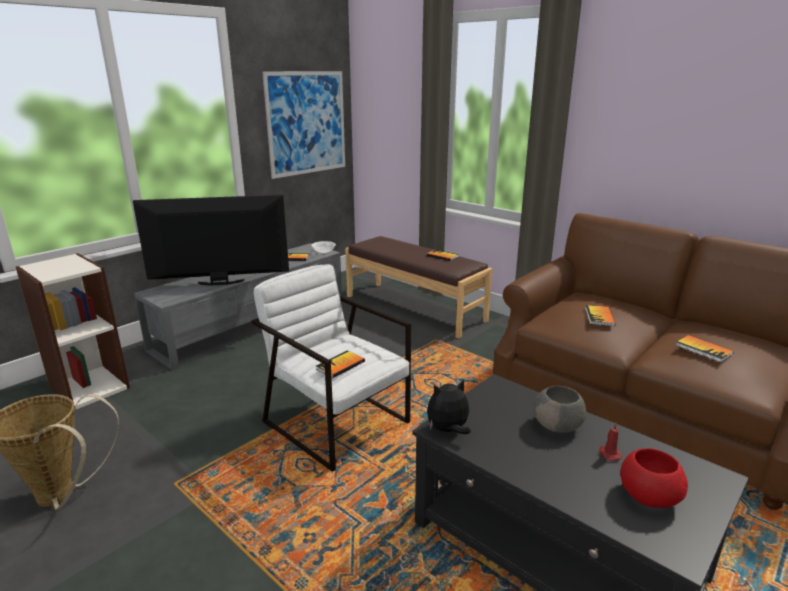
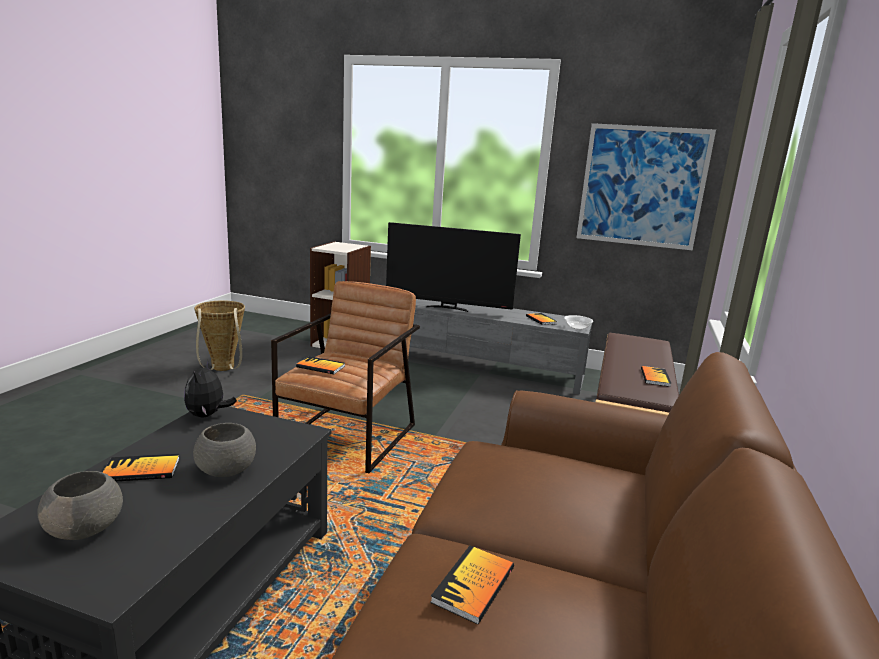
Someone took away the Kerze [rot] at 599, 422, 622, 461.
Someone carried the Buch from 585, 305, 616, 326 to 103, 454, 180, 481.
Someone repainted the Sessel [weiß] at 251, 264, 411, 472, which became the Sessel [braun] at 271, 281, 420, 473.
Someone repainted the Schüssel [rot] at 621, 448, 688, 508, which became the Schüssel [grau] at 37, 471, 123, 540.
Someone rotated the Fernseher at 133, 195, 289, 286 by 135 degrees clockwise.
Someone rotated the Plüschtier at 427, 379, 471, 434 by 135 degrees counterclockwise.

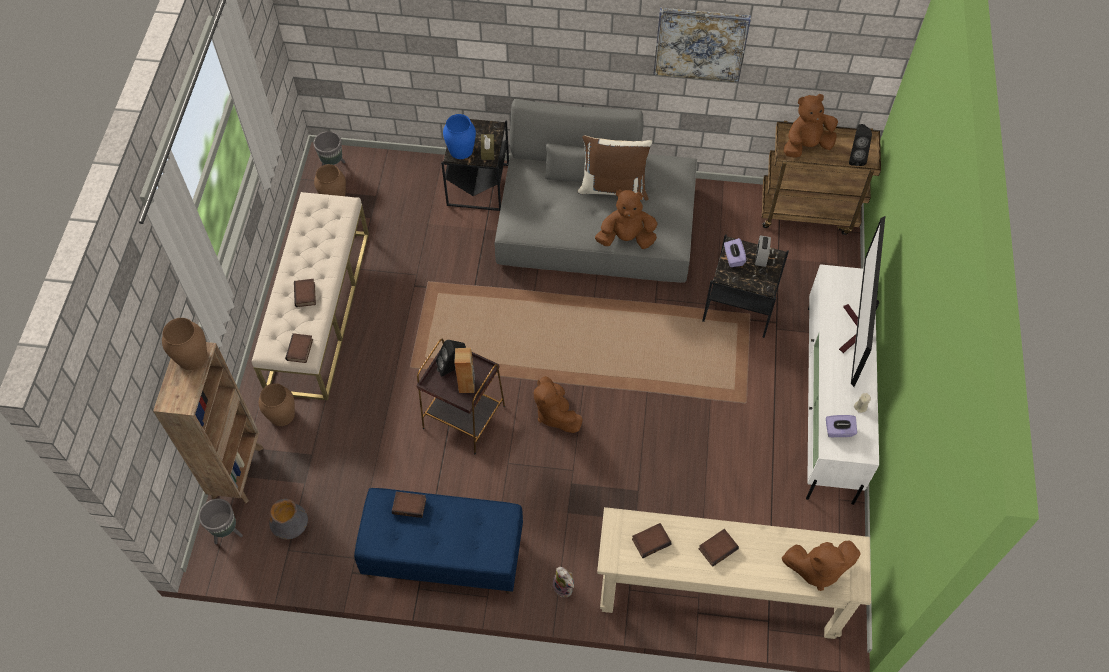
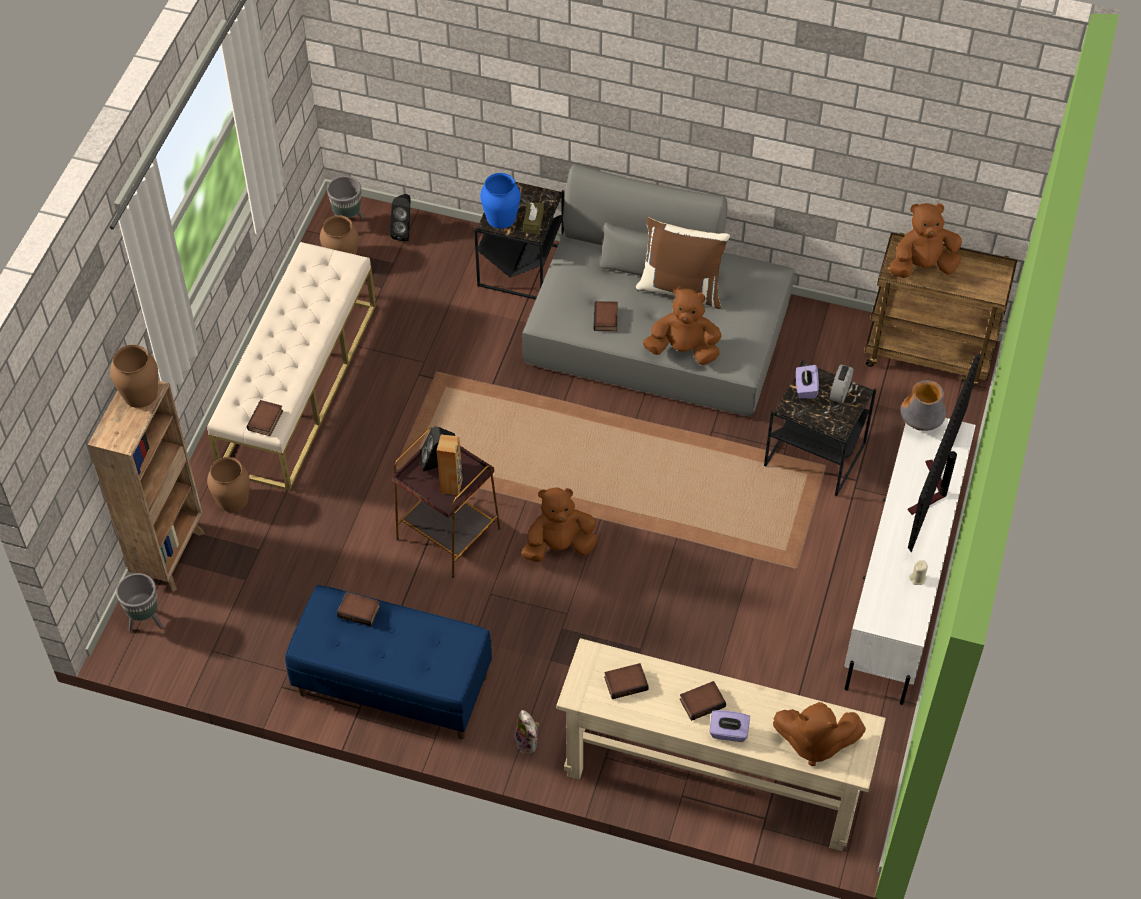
Someone took away the Bild at 653, 8, 751, 82.
Someone carried the Vase from 269, 499, 308, 540 to 901, 380, 946, 431.
Someone carried the Buch from 294, 279, 316, 307 to 593, 301, 618, 331.
Someone carried the Taschentuchbox [lila] from 826, 415, 857, 437 to 709, 710, 750, 742.
Someone carried the Lautsprecher [schwarz] from 849, 124, 872, 166 to 390, 194, 411, 241.
Someone rotated the Plüschtier [braun] at 534, 376, 583, 433 by 90 degrees clockwise.

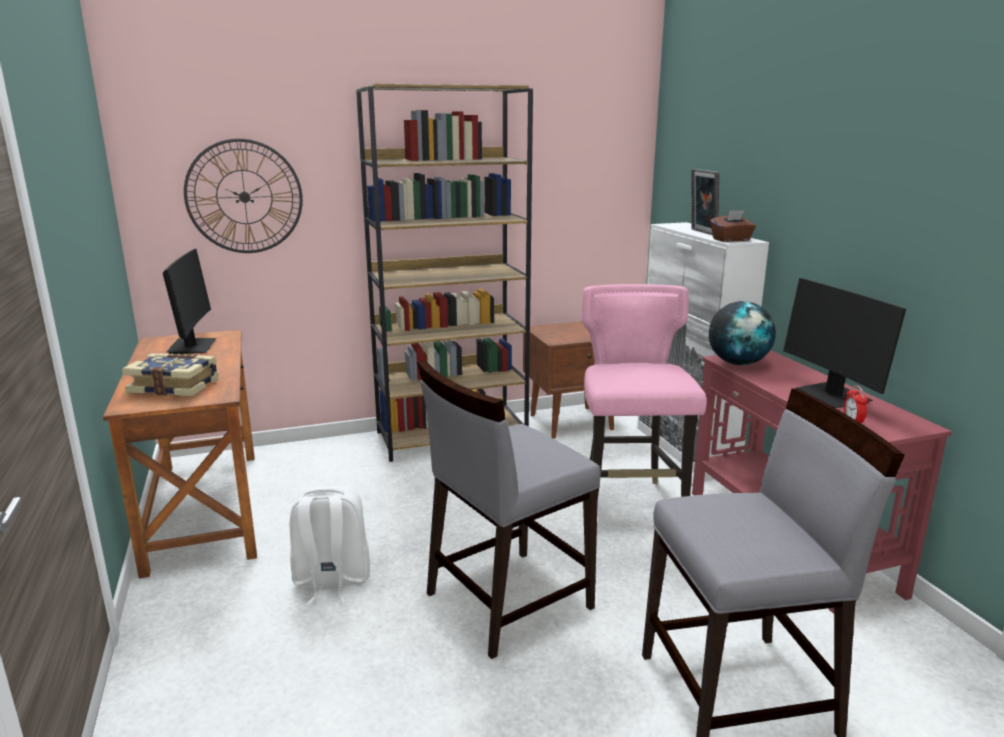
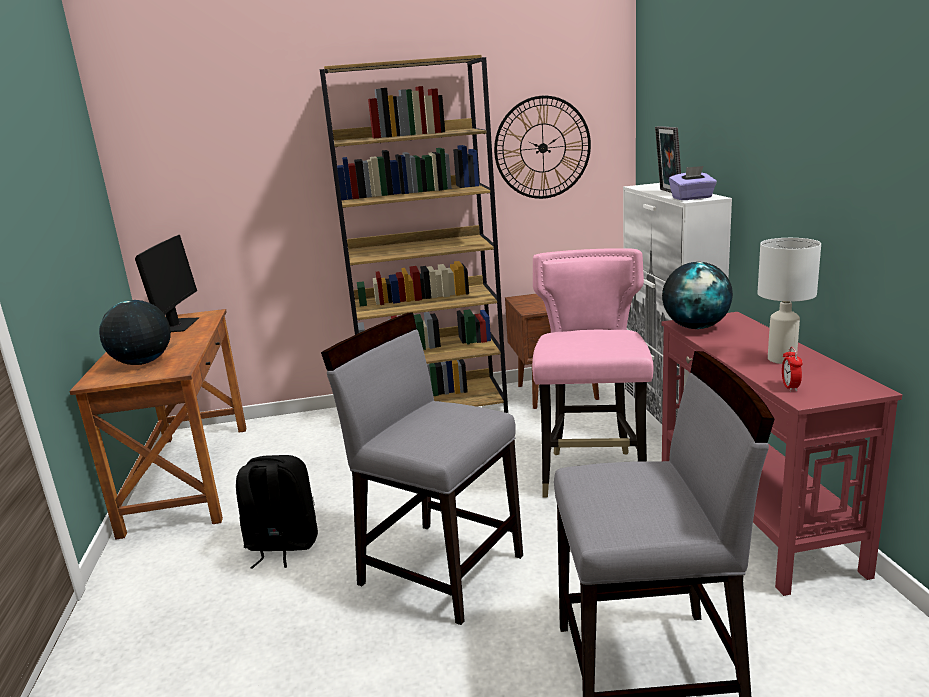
Someone carried the Wanduhr from 184, 139, 303, 253 to 494, 96, 591, 199.
Someone swapped the Buch at 122, 353, 219, 396 for the Globus at 99, 300, 171, 365.
Someone swapped the Monitor at 783, 278, 906, 408 for the Tischlampe [weiß] at 757, 238, 821, 364.
Someone repainted the Rucksack [weiß] at 290, 486, 370, 606, which became the Rucksack [schwarz] at 236, 455, 318, 569.
Someone repainted the Taschentuchbox [braun] at 711, 210, 756, 242, which became the Taschentuchbox [lila] at 669, 166, 717, 200.
Someone rotated the Stuhl [grau] at 417, 360, 601, 659 by 60 degrees clockwise.

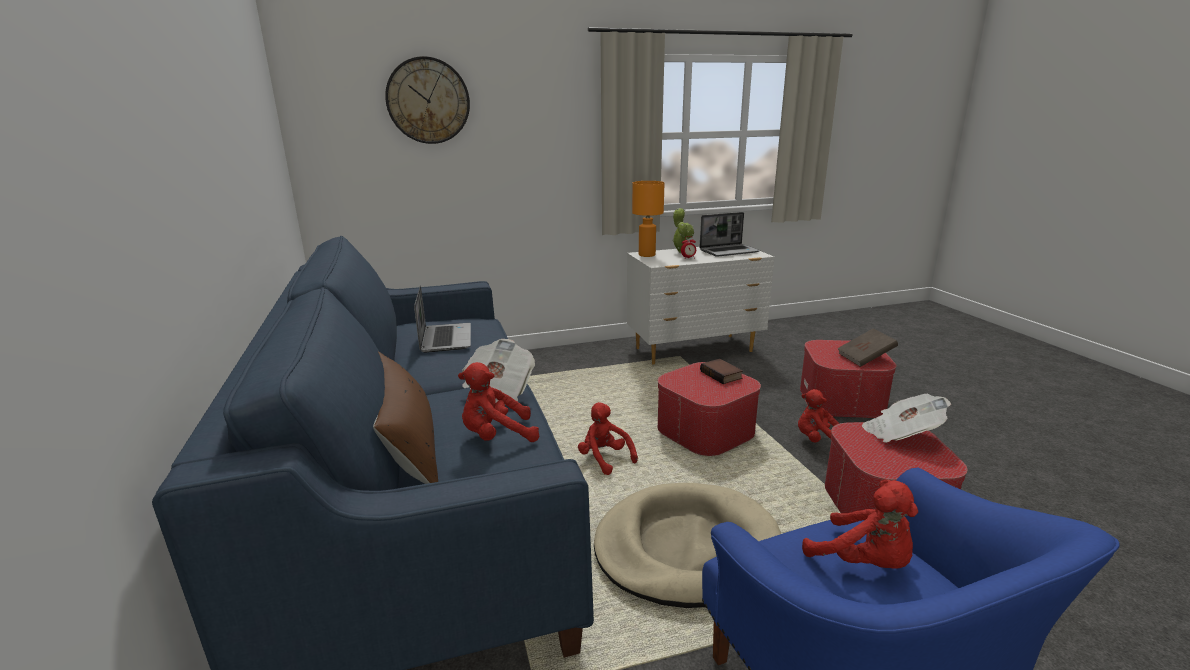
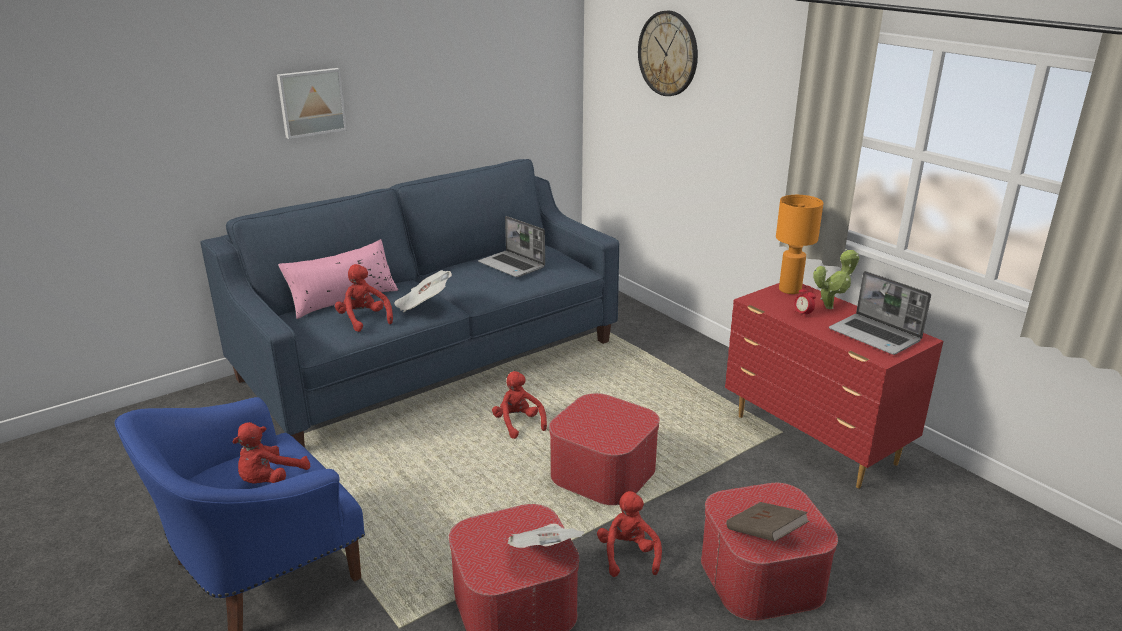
Someone took away the Hundebett [beige] at 594, 483, 781, 608.
Someone took away the Buch at 700, 359, 743, 384.
Someone put up the Bild at 277, 68, 347, 139.
Someone repainted the Kissen [braun] at 373, 351, 438, 484, which became the Kissen [rosa] at 278, 239, 398, 319.
Someone repainted the Kommode [weiß] at 627, 247, 775, 365, which became the Kommode [rot] at 725, 283, 943, 488.
Someone rotated the Laptop at 414, 285, 471, 353 by 75 degrees clockwise.
Someone rotated the Plüschtier [rot] at 578, 402, 638, 475 by 60 degrees counterclockwise.

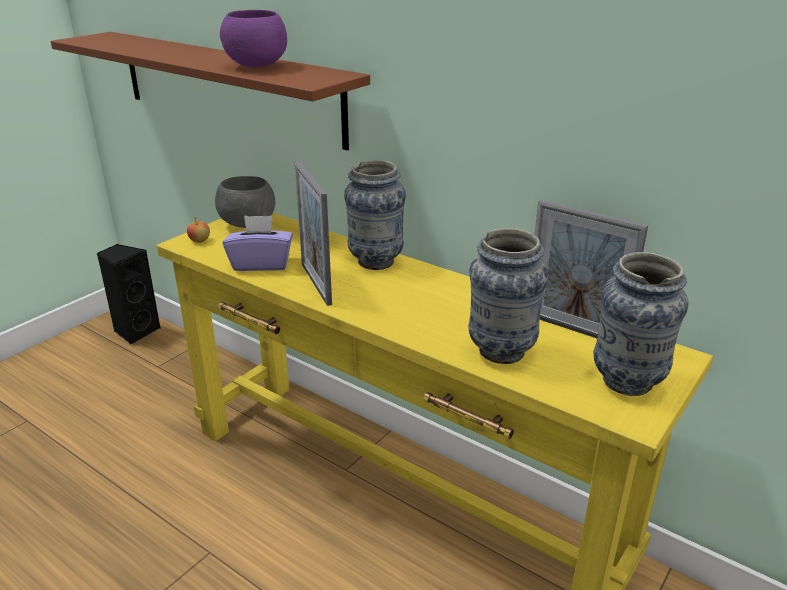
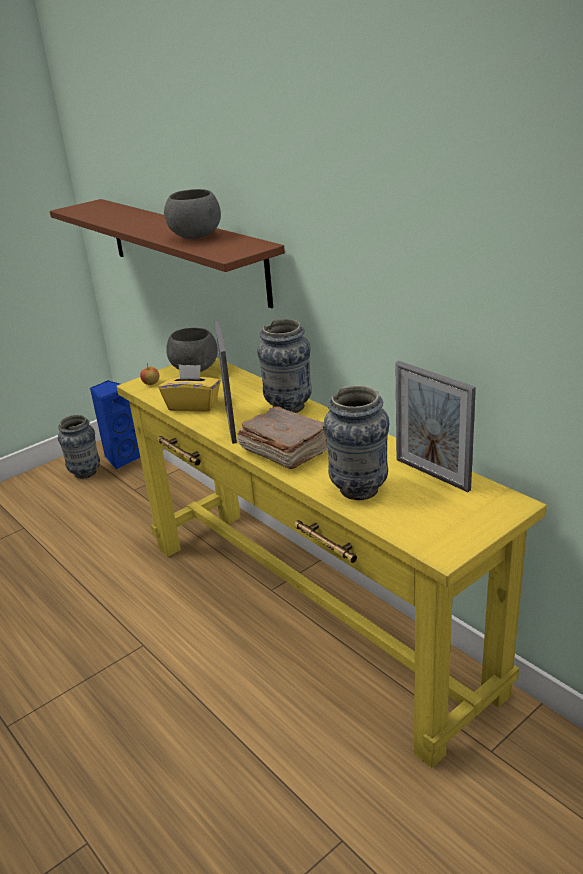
Someone put down the Buch [braun] at 237, 406, 328, 469.
Someone carried the Vase from 593, 252, 688, 396 to 58, 415, 100, 479.
Someone repainted the Lautsprecher [schwarz] at 97, 244, 161, 345, which became the Lautsprecher [blau] at 90, 380, 140, 469.
Someone repainted the Schüssel [lila] at 220, 10, 287, 68, which became the Schüssel [grau] at 164, 189, 221, 239.
Someone repainted the Taschentuchbox [lila] at 223, 215, 293, 271, which became the Taschentuchbox [gelb] at 159, 364, 220, 412.

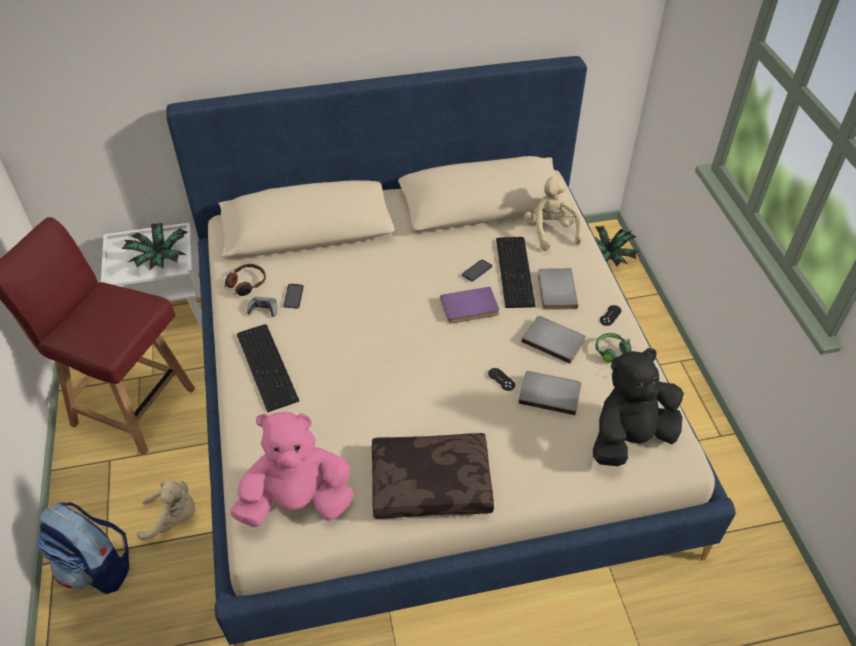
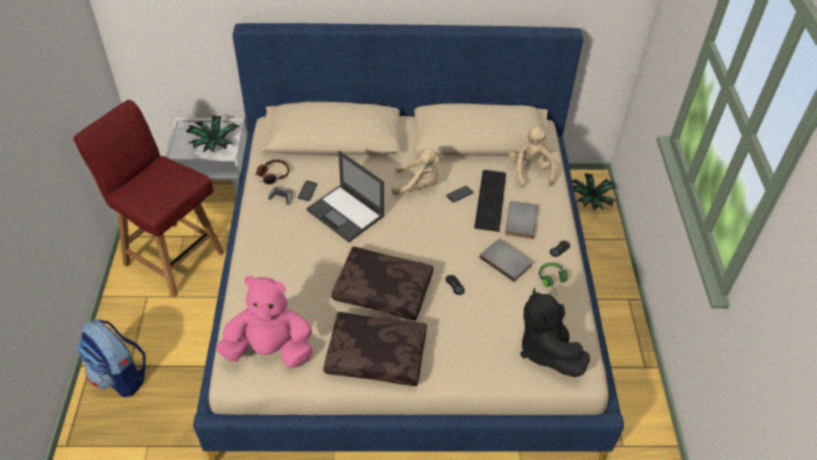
Someone took away the Tastatur at 237, 324, 299, 412.
Someone took away the Buch [lila] at 440, 287, 499, 323.
Someone took away the Buch [grau] at 519, 371, 581, 415.
Someone put down the Laptop at 306, 151, 384, 242.
Someone put down the Kissen [braun] at 331, 247, 434, 321.
Someone carried the Plüschtier [beige] from 136, 481, 195, 540 to 392, 148, 439, 195.
Someone rotated the Plüschtier [schwarz] at 593, 348, 684, 466 by 90 degrees counterclockwise.

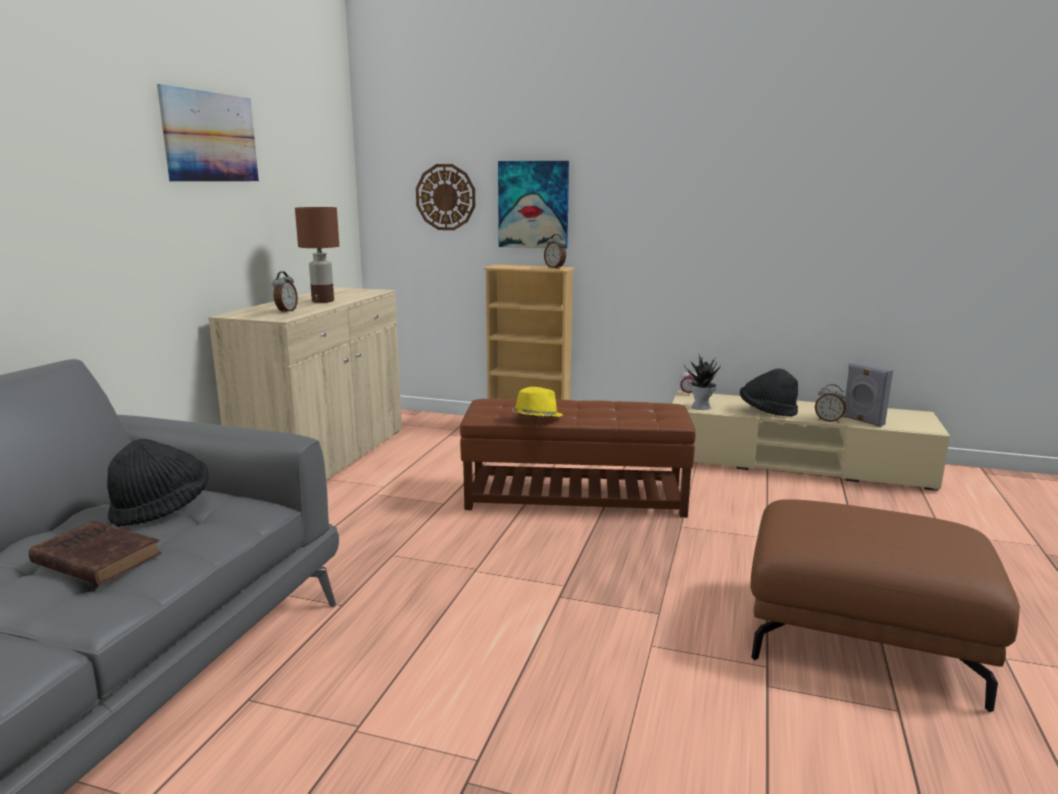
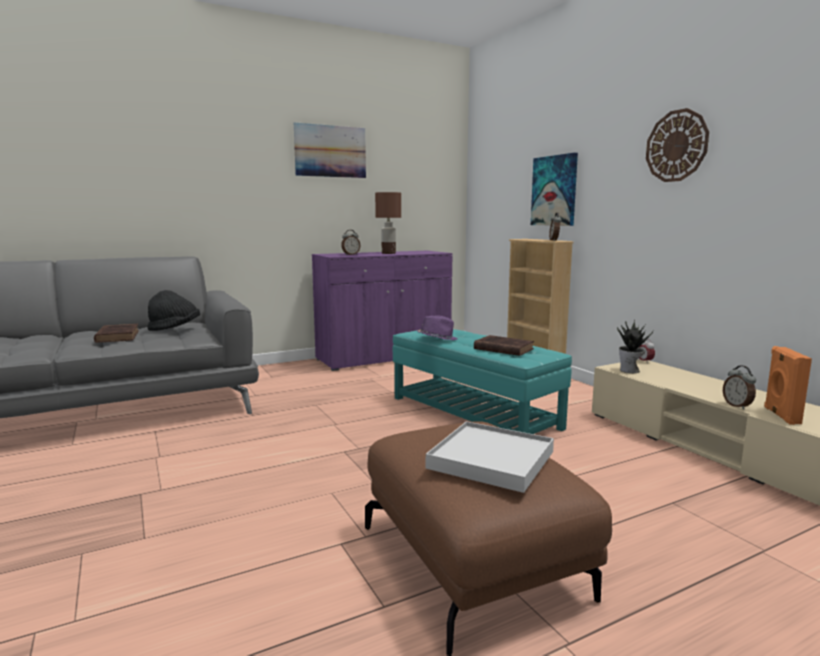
Someone took away the Hut [schwarz] at 740, 368, 798, 417.
Someone put down the Tablett [weiß] at 426, 421, 554, 493.
Someone put down the Buch [braun] at 474, 335, 534, 356.
Someone carried the Wanduhr from 416, 164, 475, 230 to 646, 108, 709, 182.
Someone repainted the Schrank [beige] at 208, 287, 402, 480, which became the Schrank [lila] at 312, 251, 452, 371.
Someone repainted the Polsterhocker [braun] at 460, 399, 696, 518, which became the Polsterhocker [türkis] at 393, 329, 572, 434.
Someone repainted the Hut [gelb] at 512, 387, 563, 417, which became the Hut [lila] at 417, 315, 458, 340.
Someone repainted the Lautsprecher [grau] at 842, 362, 893, 427, which became the Lautsprecher [orange] at 764, 346, 812, 425.

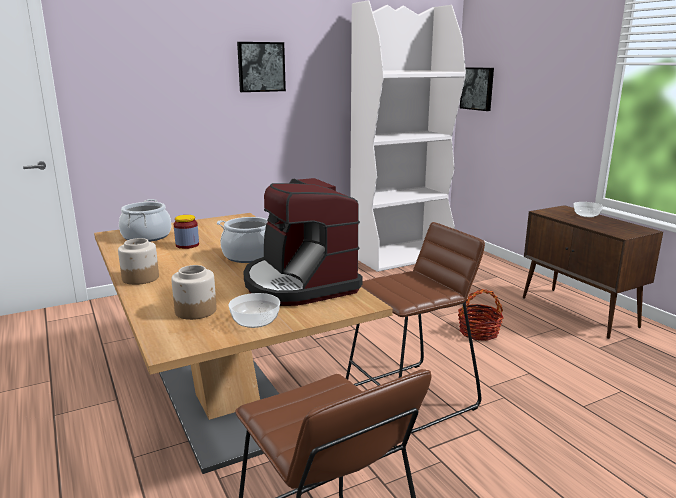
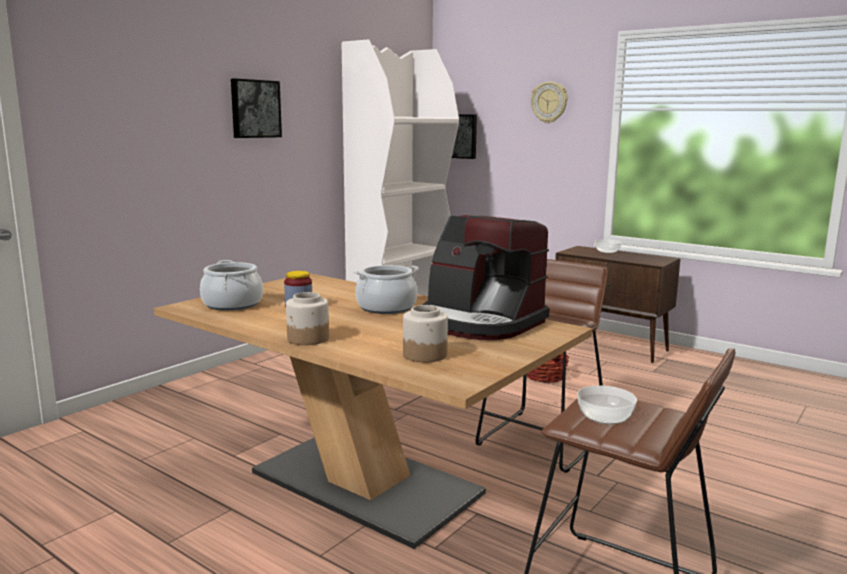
Someone put up the Wanduhr at 531, 82, 568, 123.
Someone carried the Schüssel from 228, 293, 280, 328 to 577, 386, 637, 425.

